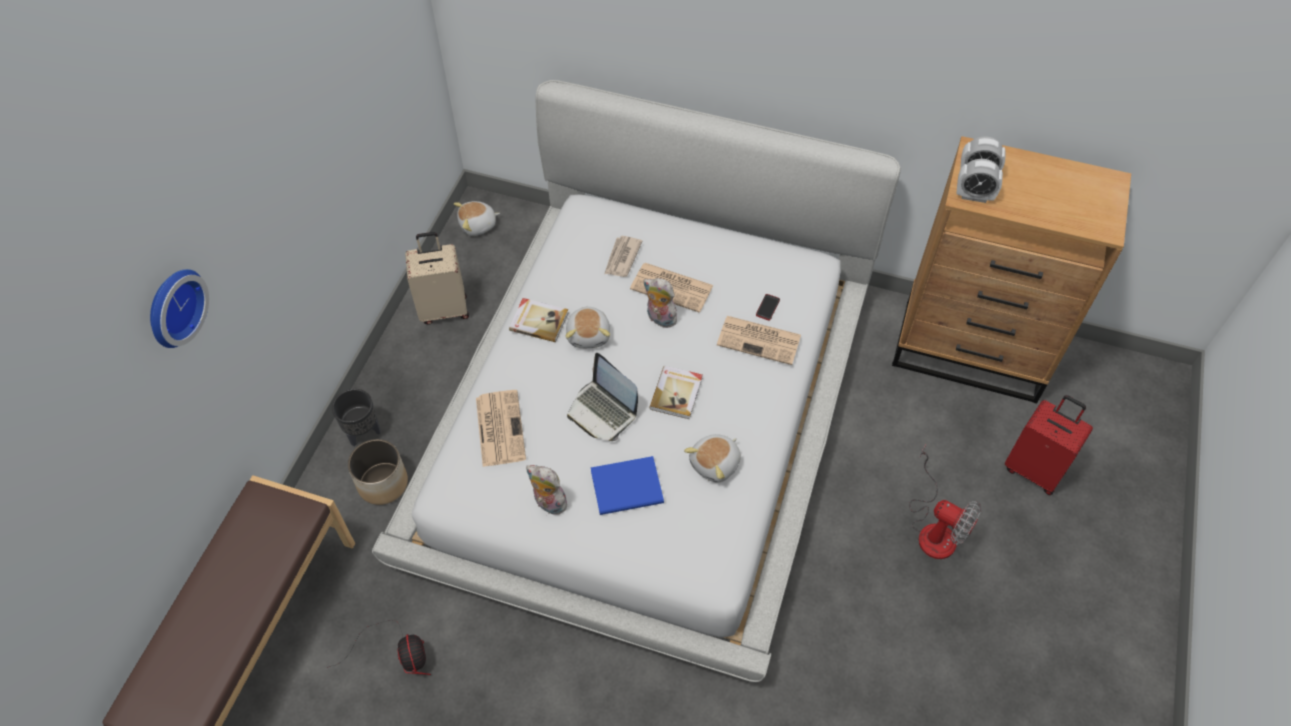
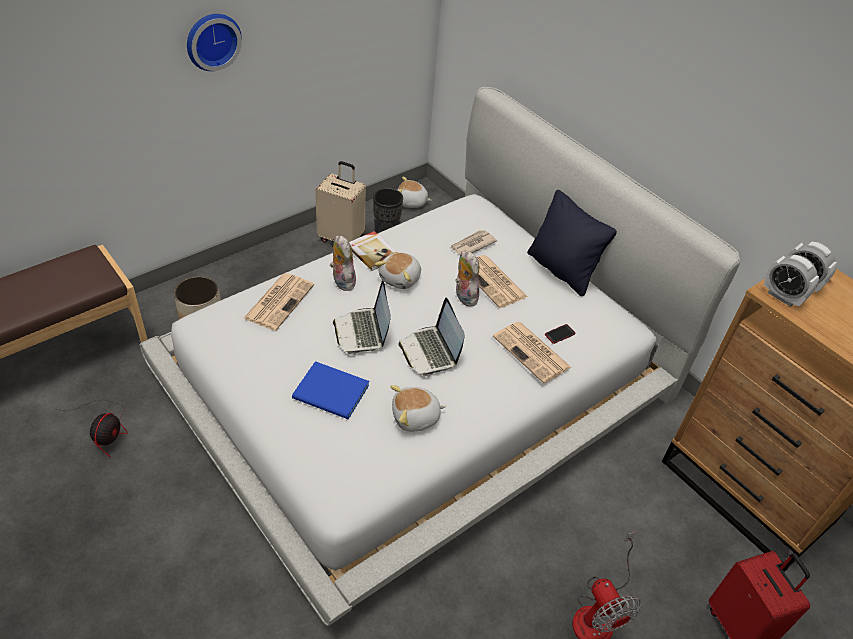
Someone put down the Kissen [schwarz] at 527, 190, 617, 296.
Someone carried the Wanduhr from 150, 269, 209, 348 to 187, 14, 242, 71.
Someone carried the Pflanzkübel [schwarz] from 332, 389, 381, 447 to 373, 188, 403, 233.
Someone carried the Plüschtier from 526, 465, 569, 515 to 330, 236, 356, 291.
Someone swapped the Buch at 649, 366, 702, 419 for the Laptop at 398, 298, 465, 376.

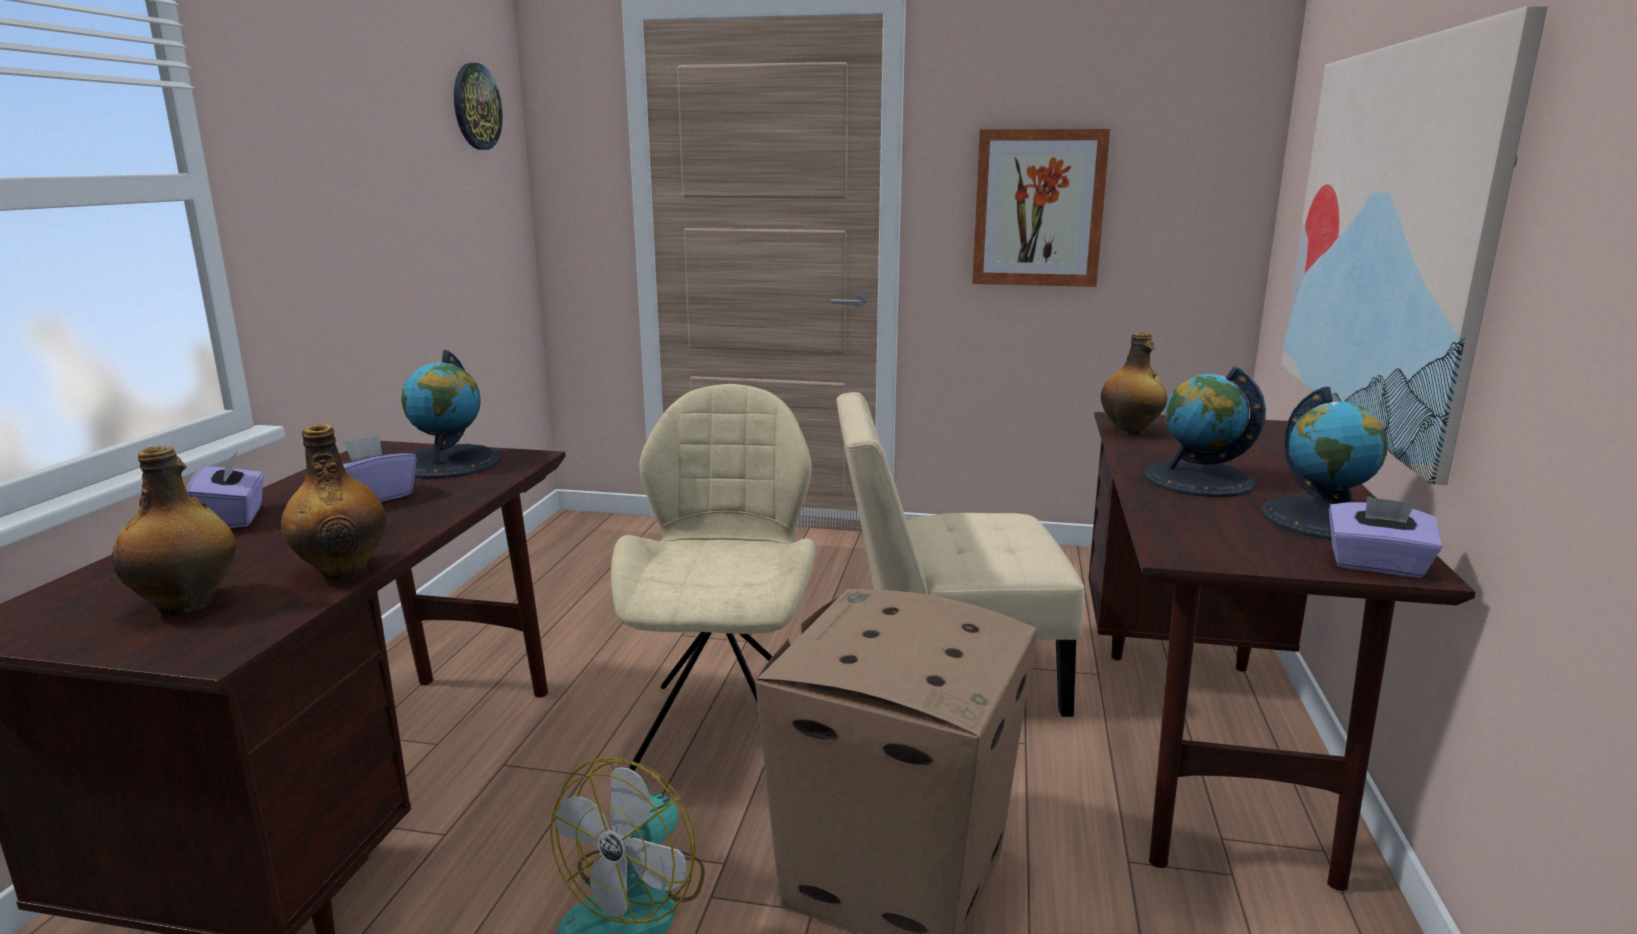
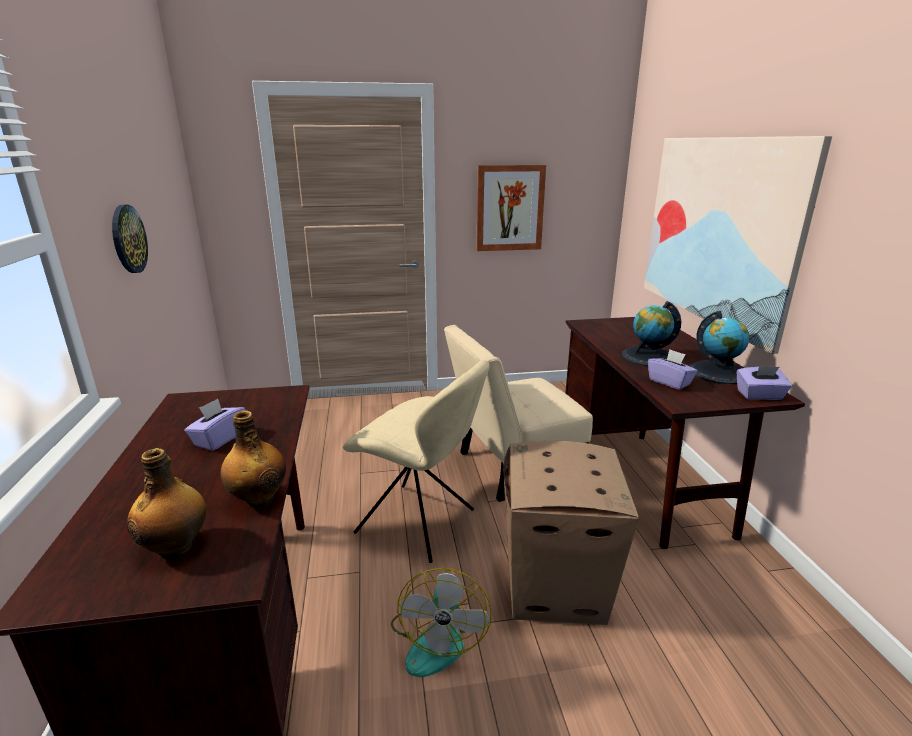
Someone took away the Globus at 401, 350, 502, 479.
Someone took away the Flasche at 1101, 332, 1167, 435.
Someone carried the Taschentuchbox [lila] from 187, 451, 264, 528 to 648, 349, 698, 390.
Someone carried the Wanduhr from 454, 63, 503, 150 to 112, 205, 148, 273.
Someone rotated the Stuhl [beige] at 611, 384, 816, 771 by 135 degrees clockwise.

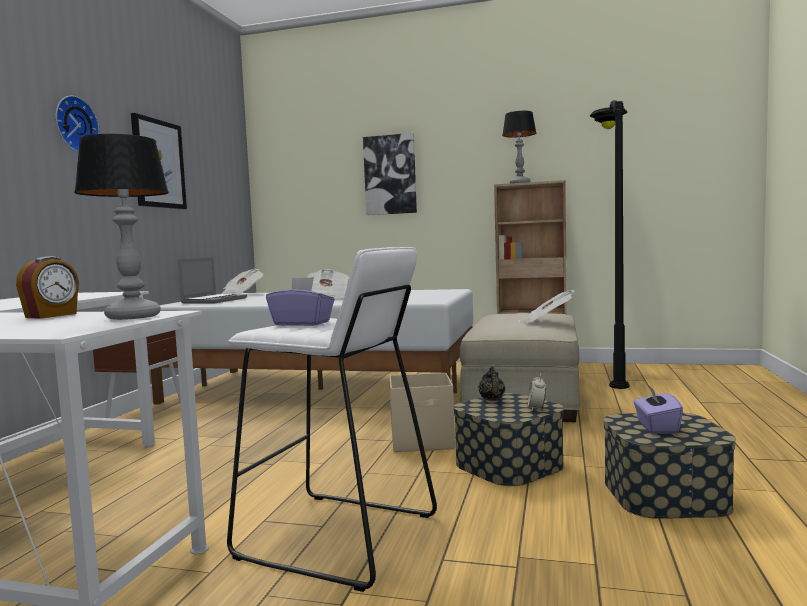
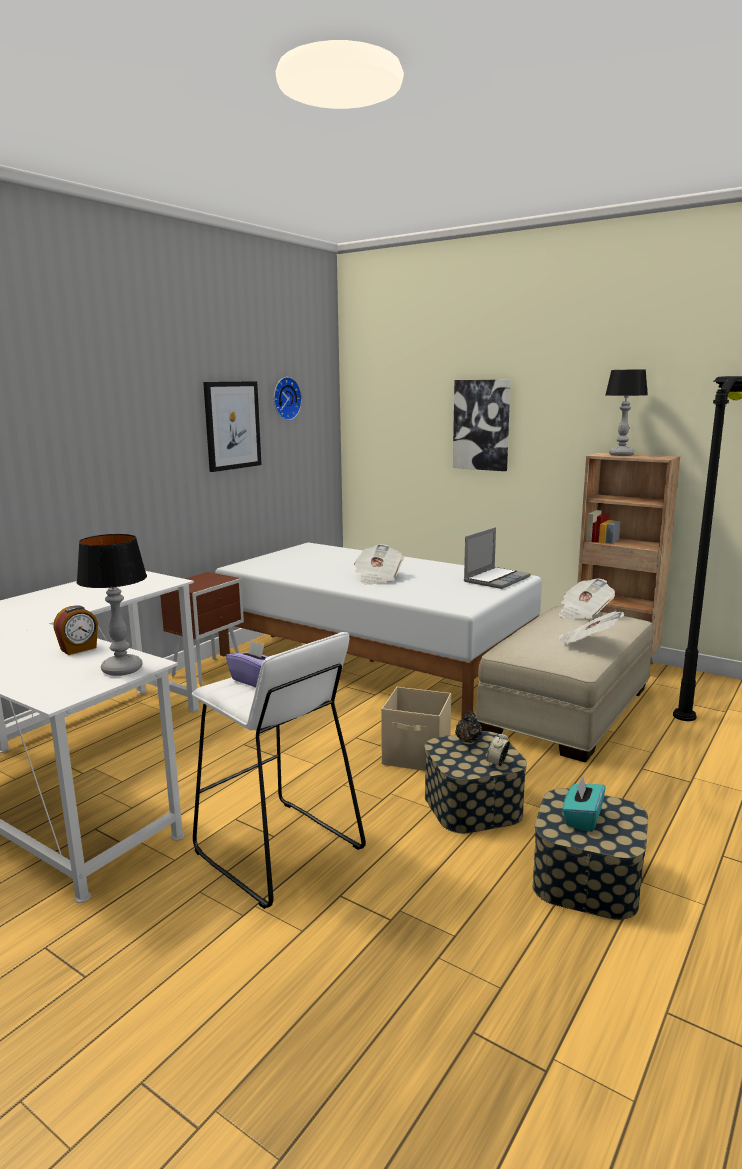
Someone carried the Wanduhr from 56, 96, 100, 152 to 274, 377, 302, 420.
Someone carried the Laptop from 178, 257, 247, 304 to 464, 527, 531, 589.
Someone carried the Zeitung from 221, 269, 264, 294 to 558, 579, 615, 619.
Someone repainted the Taschentuchbox [lila] at 633, 386, 683, 434, which became the Taschentuchbox [türkis] at 562, 776, 605, 832.

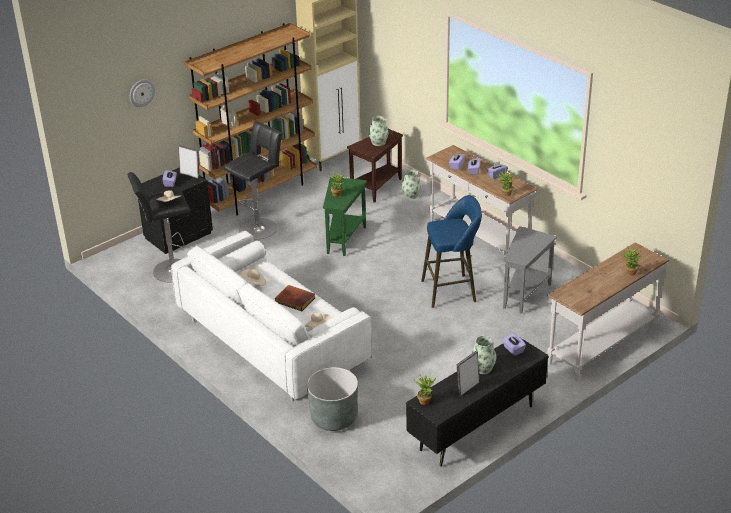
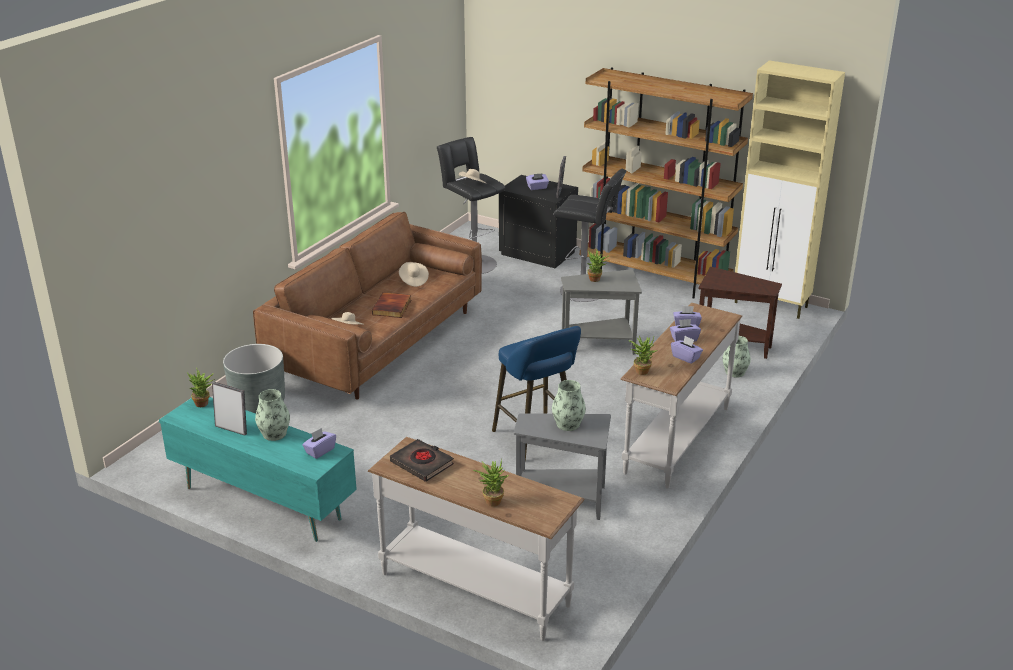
Someone took away the Wanduhr at 130, 79, 155, 107.
Someone put down the Buch [schwarz] at 390, 439, 454, 482.
Someone carried the Vase from 369, 116, 389, 146 to 552, 380, 586, 431.
Someone repainted the Sofa [weiß] at 171, 231, 372, 401, which became the Sofa [braun] at 253, 212, 482, 400.
Someone repainted the Beistelltisch [grün] at 323, 177, 367, 256, which became the Beistelltisch [grau] at 561, 269, 642, 355.
Someone repainted the Fernsehschrank [schwarz] at 406, 338, 549, 467, which became the Fernsehschrank [türkis] at 159, 397, 357, 542.

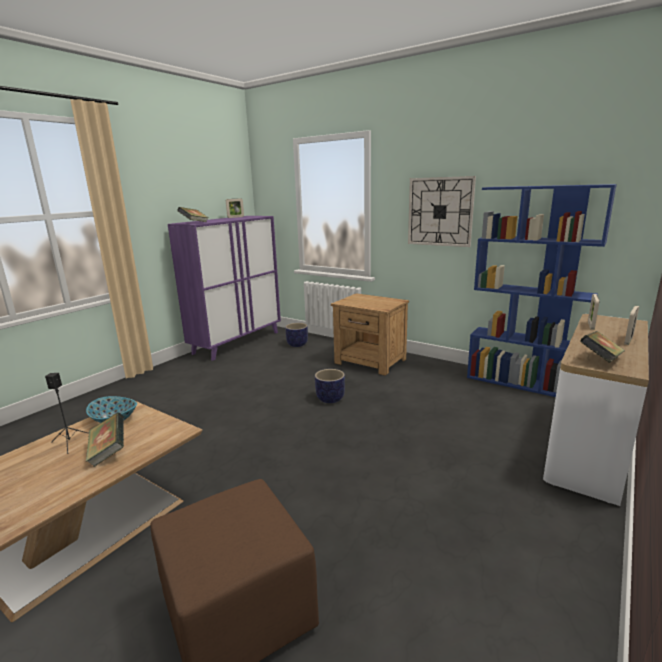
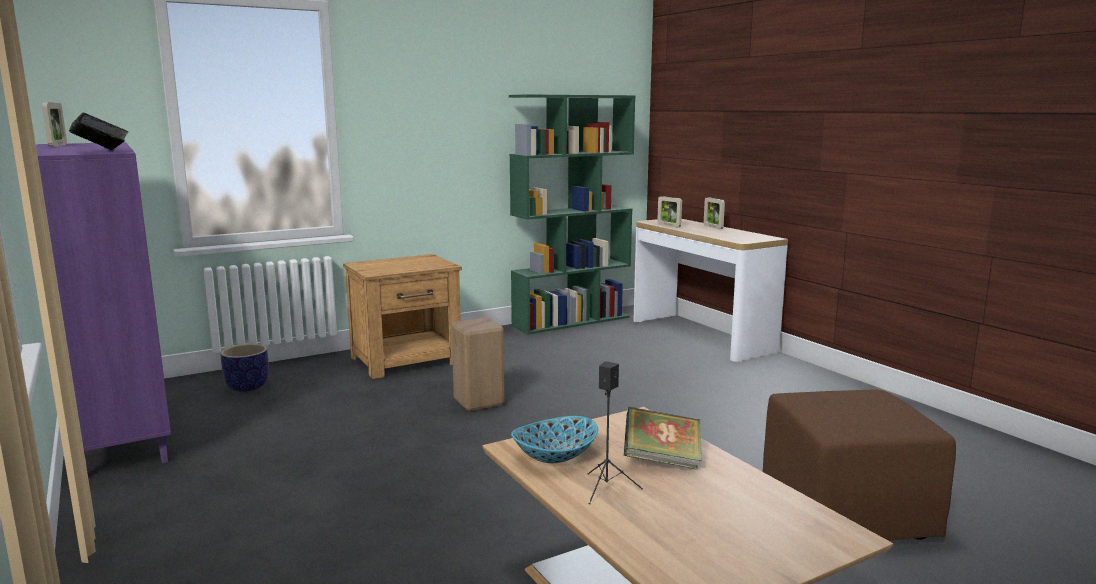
Someone took away the Wanduhr at 408, 176, 476, 247.
Someone took away the Buch at 580, 331, 625, 363.
Someone swapped the Pflanzkübel at 315, 369, 345, 403 for the Hocker [beige] at 451, 317, 504, 411.
Someone repainted the Bücherregal [blau] at 467, 184, 617, 397, which became the Bücherregal [grün] at 509, 94, 635, 335.

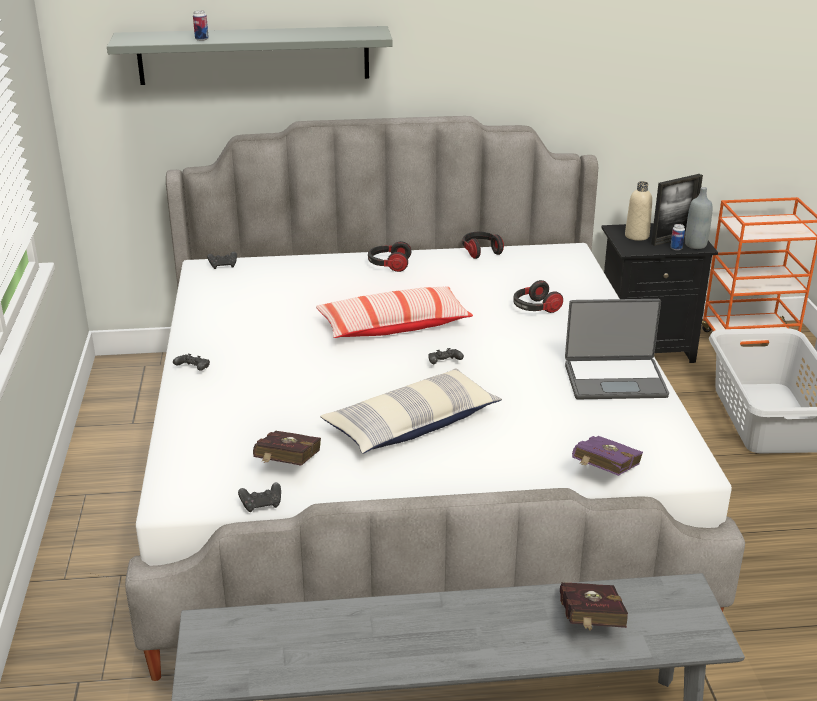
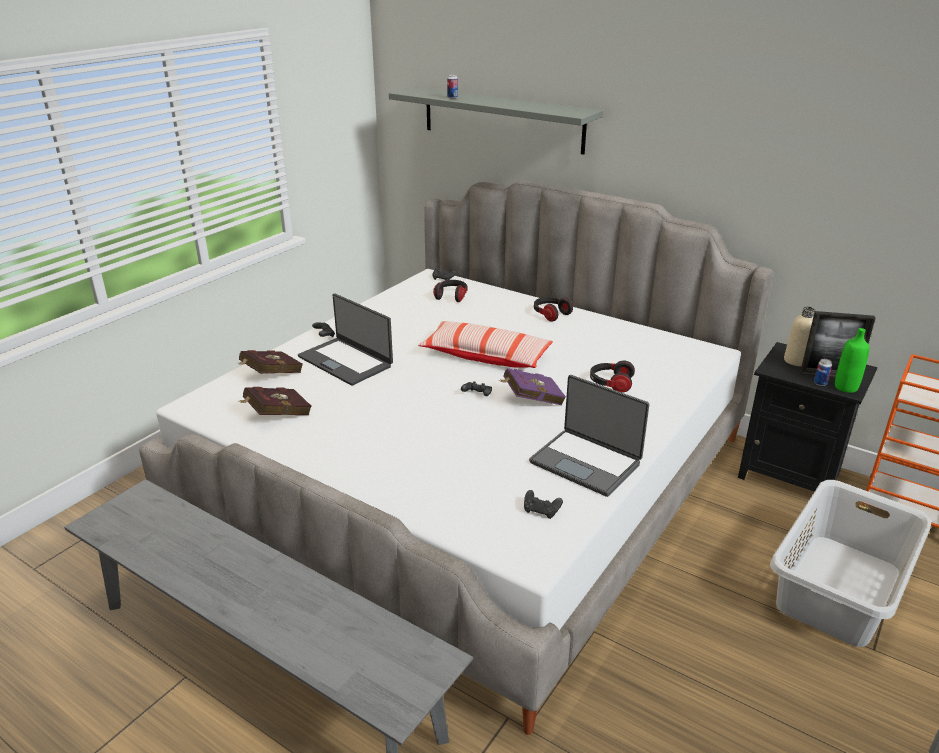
Someone took away the Kissen at 320, 368, 502, 454.
Someone put down the Laptop at 298, 294, 393, 386.
Someone carried the Gamepad [schwarz] from 238, 482, 281, 512 to 524, 490, 563, 519.
Someone carried the Kopfhörer from 462, 232, 504, 259 to 433, 280, 467, 302.
Someone carried the Buch [rot] from 560, 582, 628, 630 to 239, 350, 303, 373.
Someone carried the Buch [lila] from 572, 436, 643, 476 to 498, 368, 566, 405.
Someone repainted the Flasche [grau] at 685, 187, 712, 249, which became the Flasche [grün] at 835, 328, 869, 393.

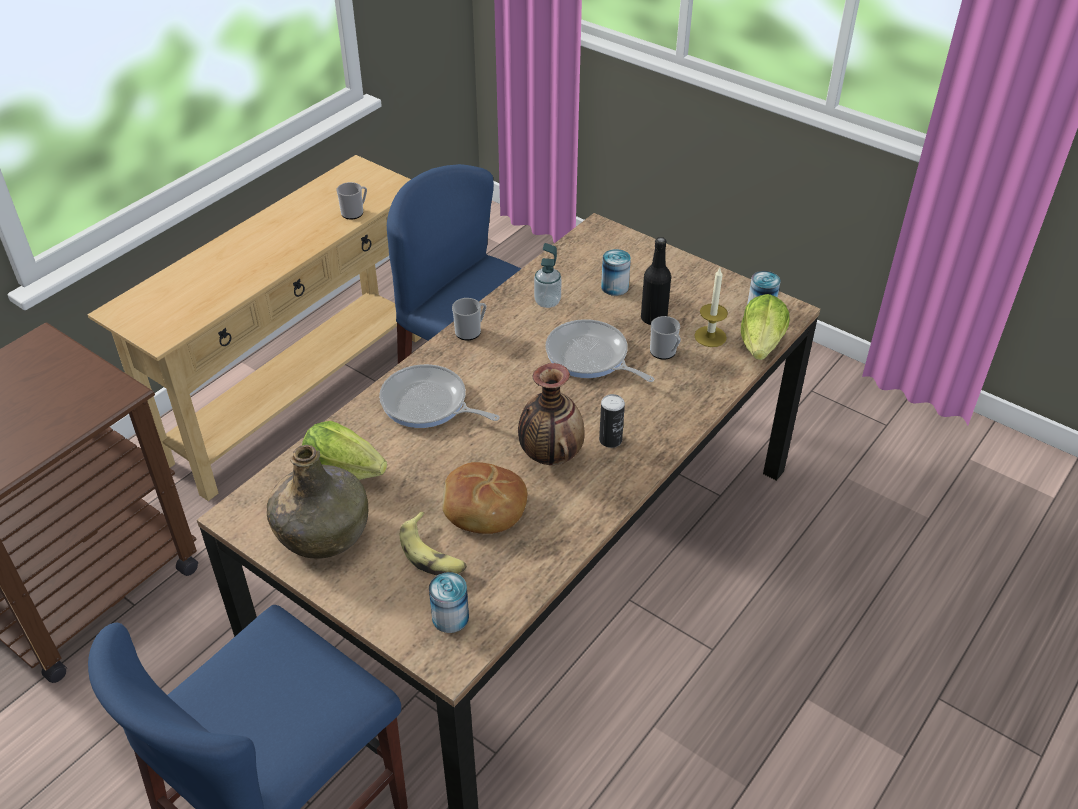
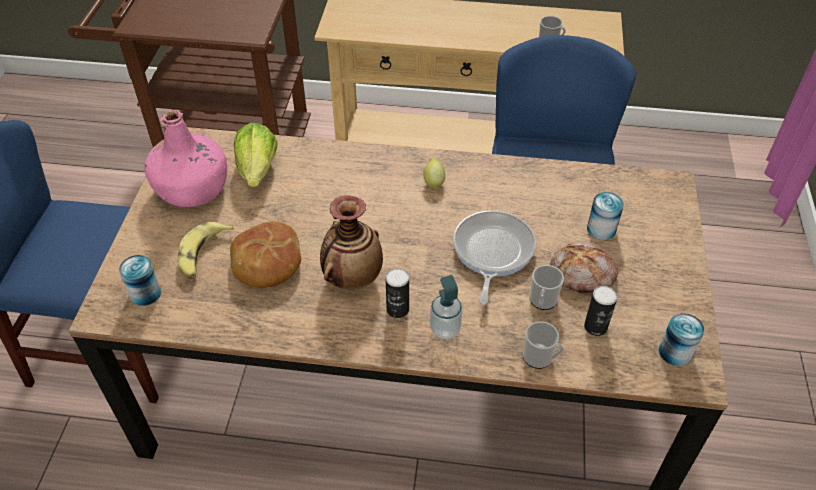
Someone took away the Pfanne at 379, 364, 500, 428.
Someone took away the Salatkopf at 741, 294, 790, 360.
Someone put down the Zitrone at 423, 157, 445, 189.
Someone carried the Henkelbecher from 452, 298, 486, 340 to 523, 321, 564, 369.
Someone carried the Seifenspender from 534, 243, 561, 308 to 430, 275, 463, 339.
Someone swapped the Flasche [schwarz] at 641, 237, 671, 325 for the Brot at 550, 242, 618, 293.
Someone swapped the Kerze at 694, 268, 728, 347 for the Dose at 584, 286, 617, 336.
Someone repainted the Flasche [grün] at 267, 445, 369, 559, which became the Flasche [rosa] at 144, 110, 227, 207.

